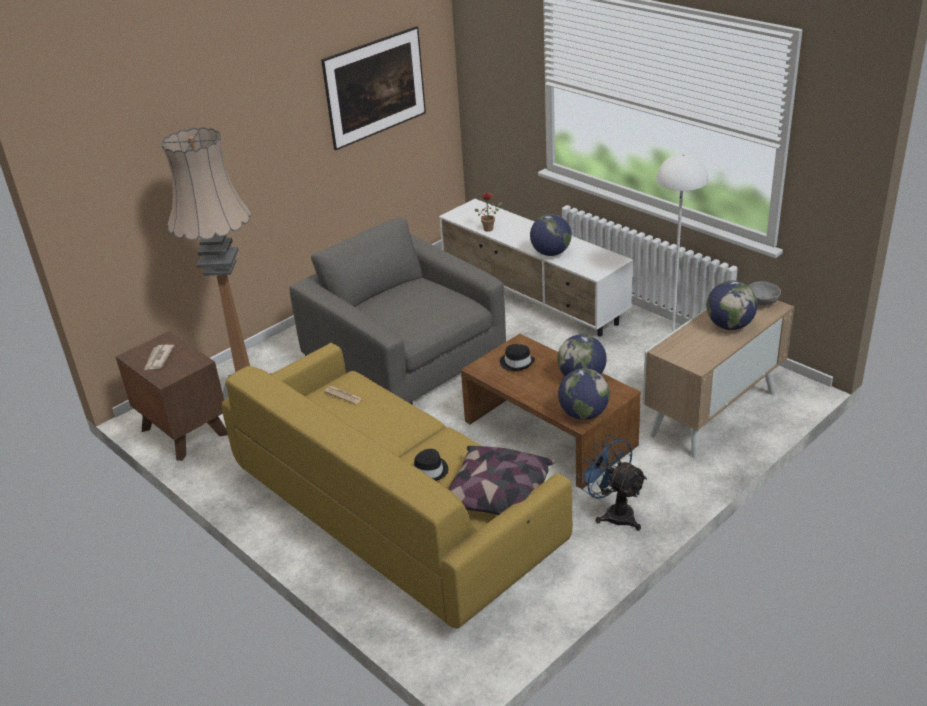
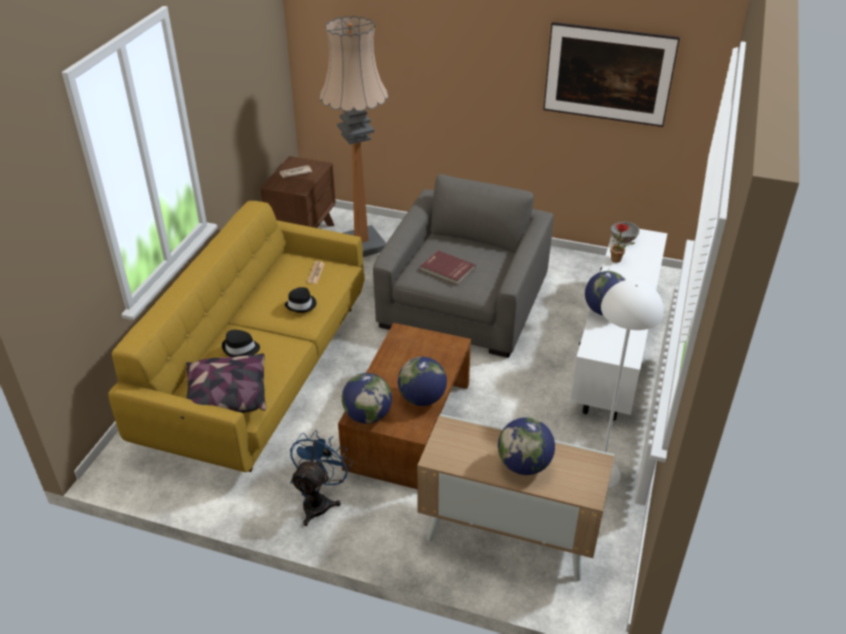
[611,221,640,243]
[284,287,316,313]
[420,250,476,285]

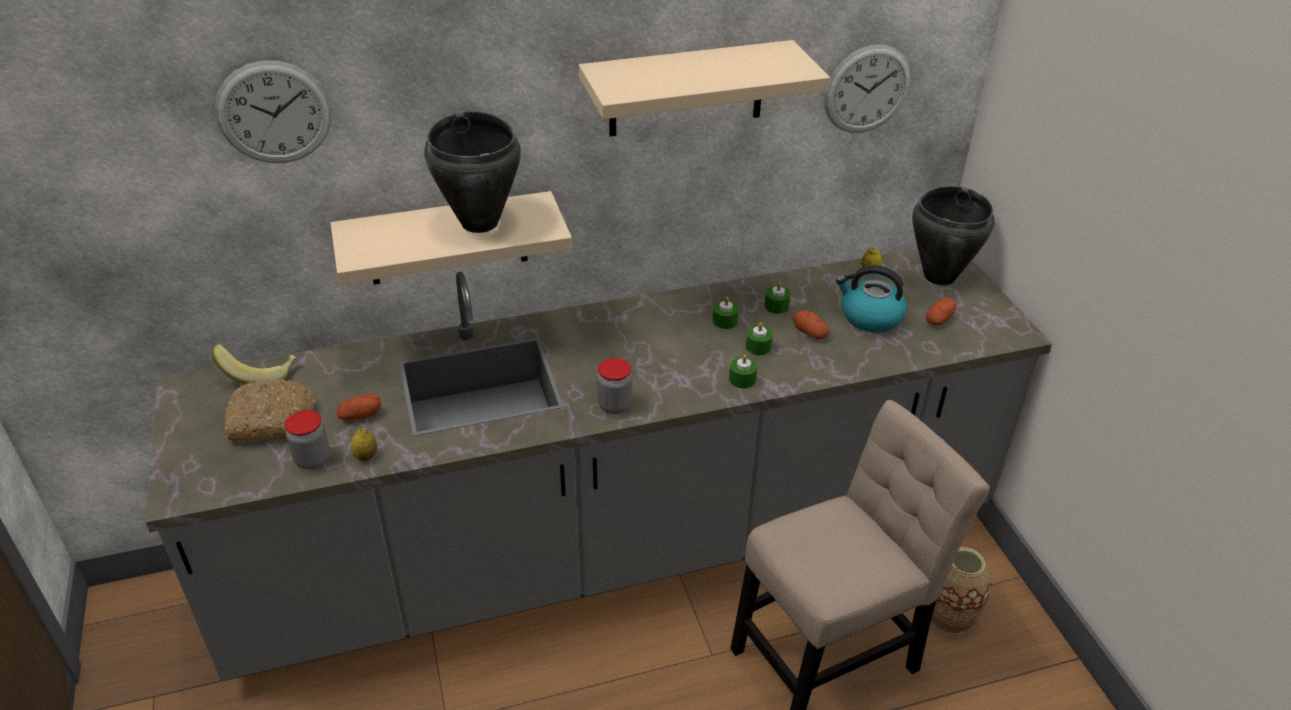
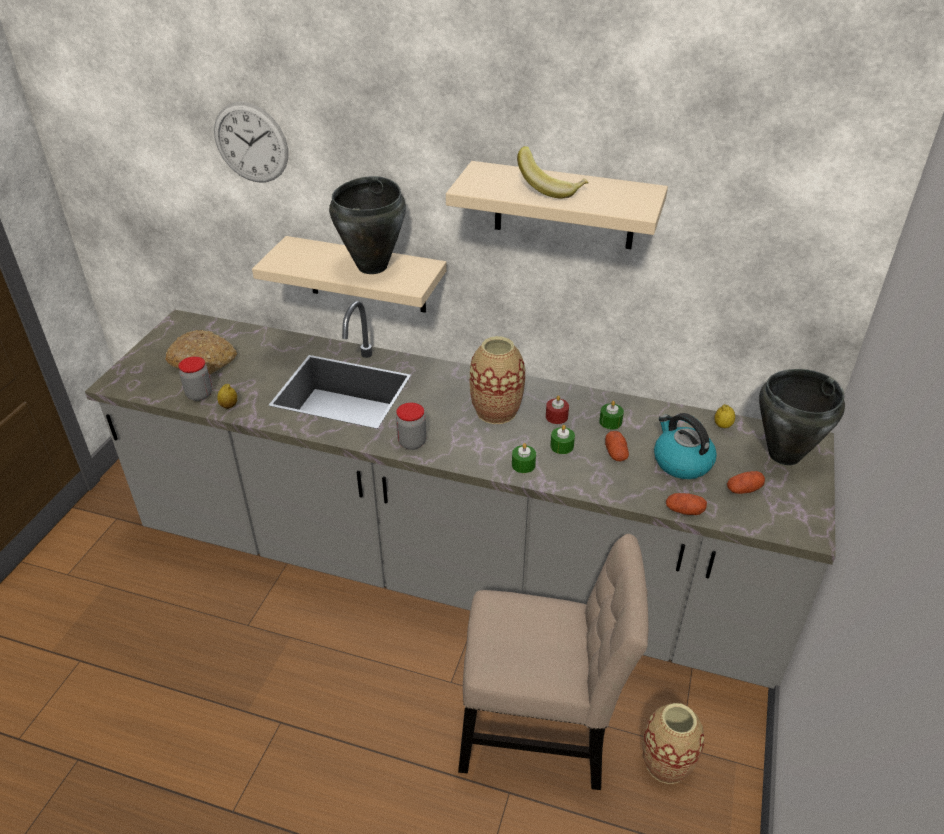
[824,45,911,133] (first image)
[546,395,569,424]
[517,146,588,199]
[666,493,707,515]
[470,336,525,424]

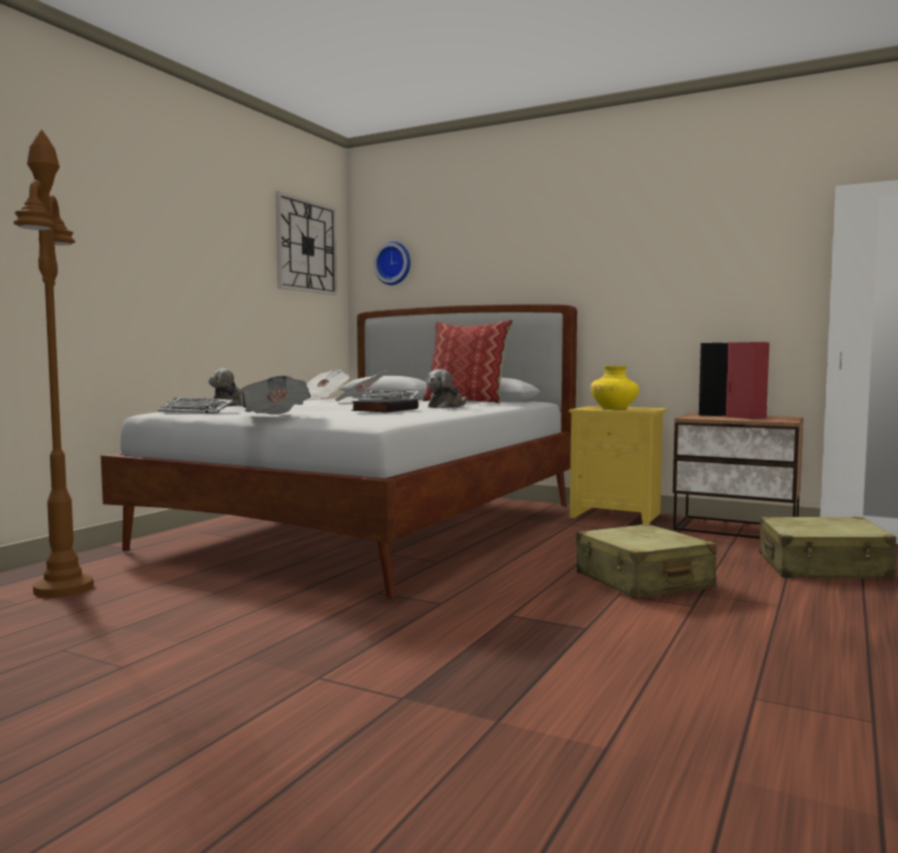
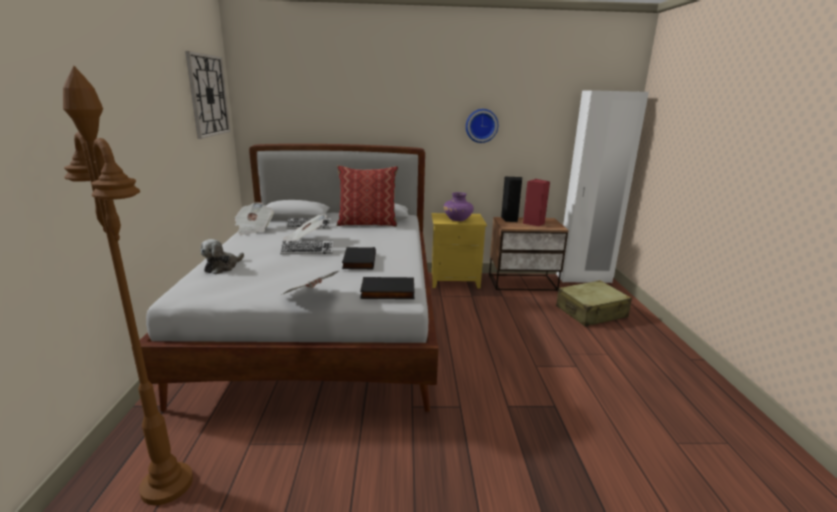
[466,109,498,143]
[444,192,474,221]
[426,369,467,408] (first image)
[280,241,334,254]
[576,524,717,599] (first image)
[360,277,415,299]

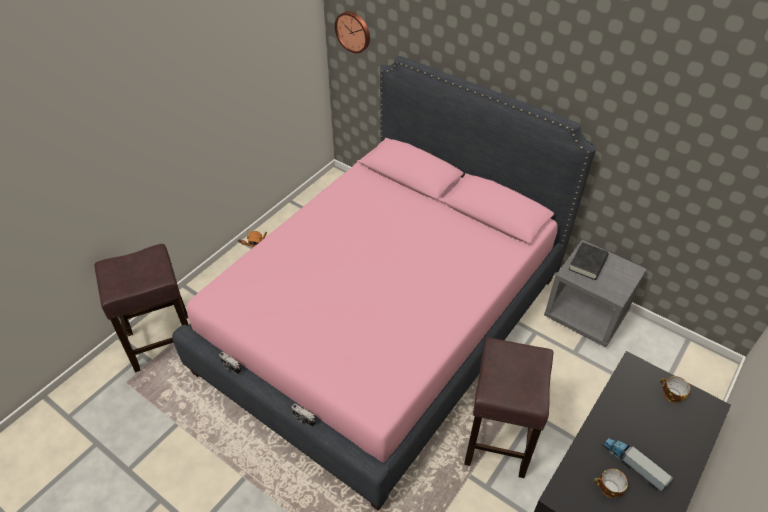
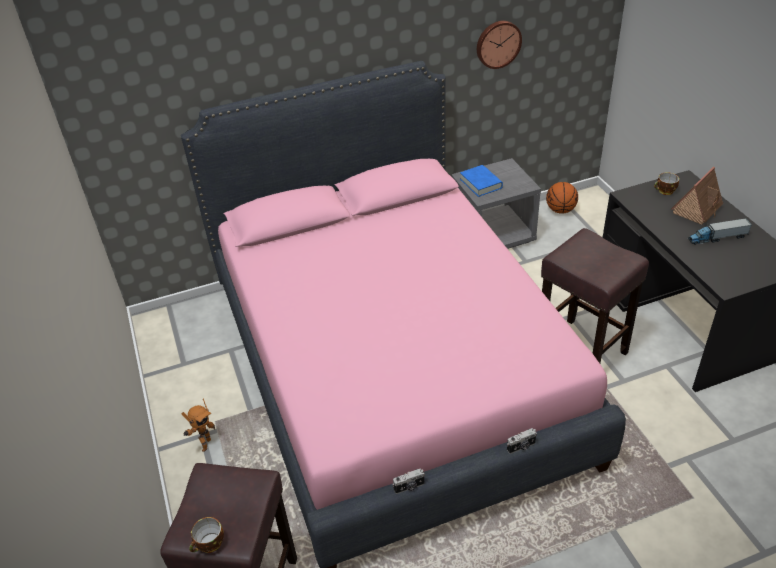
[477,21,522,69]
[460,165,503,197]
[189,517,224,553]
[671,167,723,225]
[546,182,578,213]

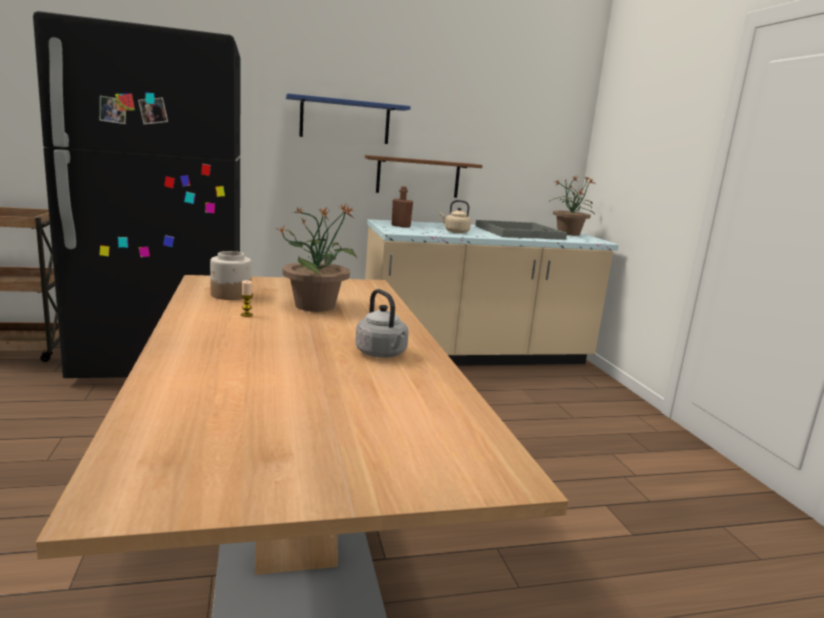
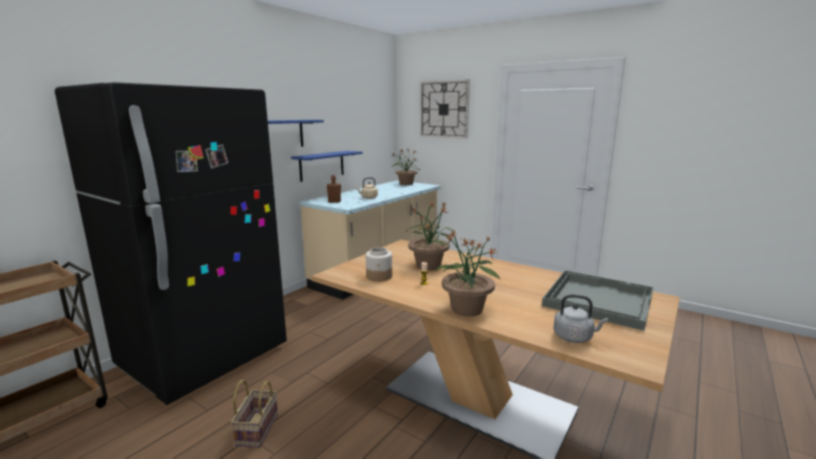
[291,151,363,182]
[542,270,653,331]
[553,294,608,343]
[420,79,470,139]
[436,230,502,317]
[231,380,278,447]

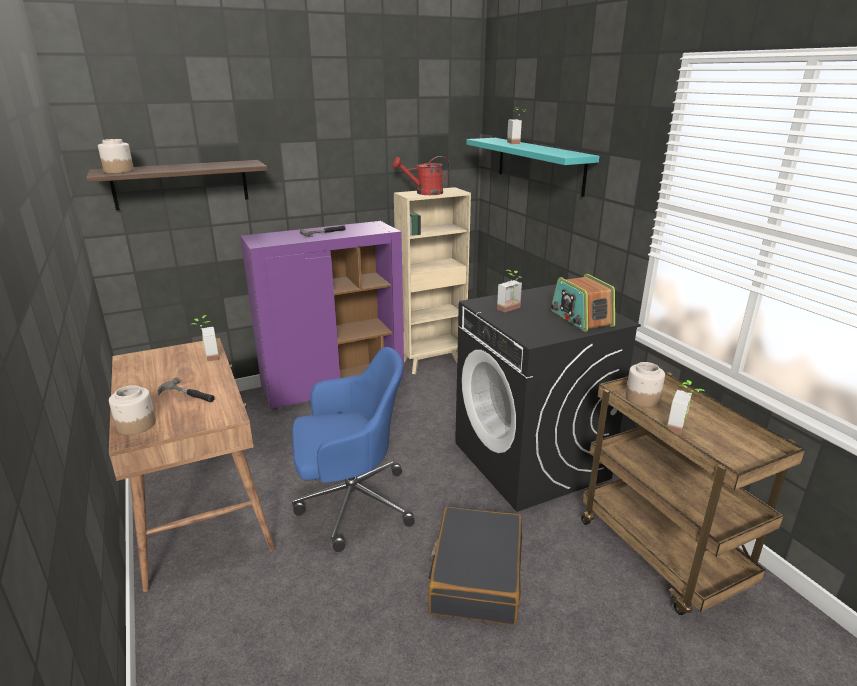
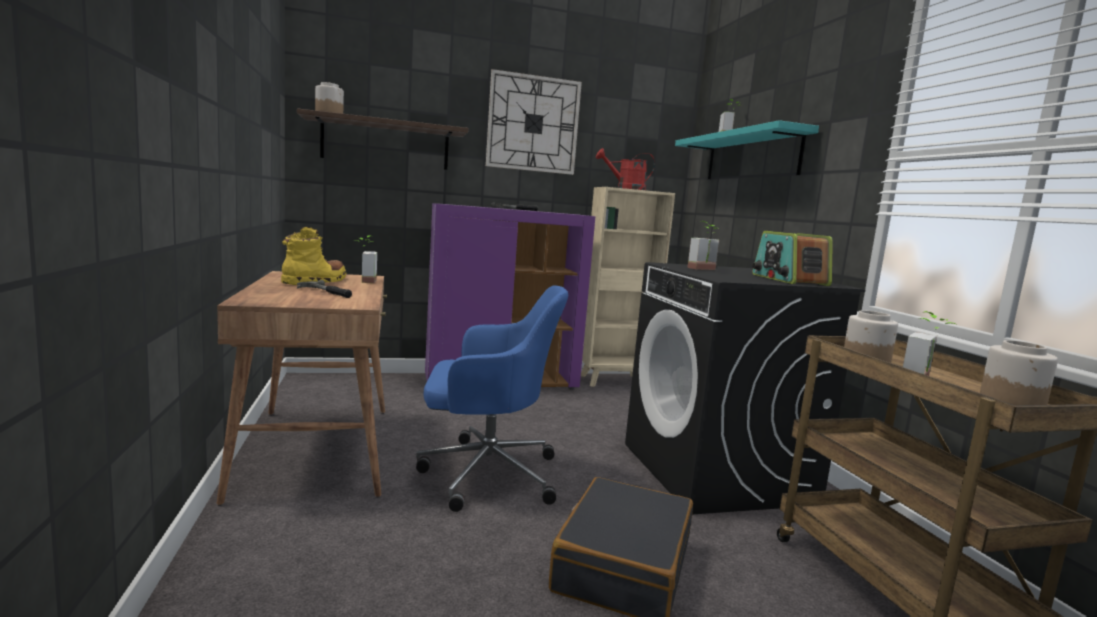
[980,340,1058,405]
[486,69,582,175]
[281,227,346,285]

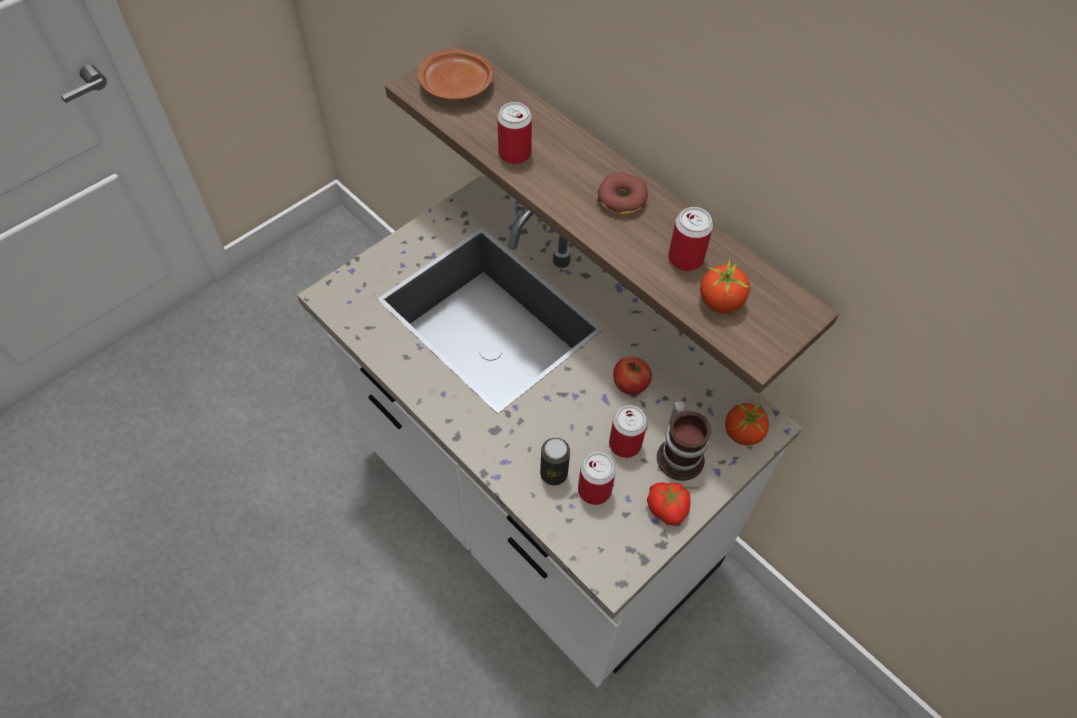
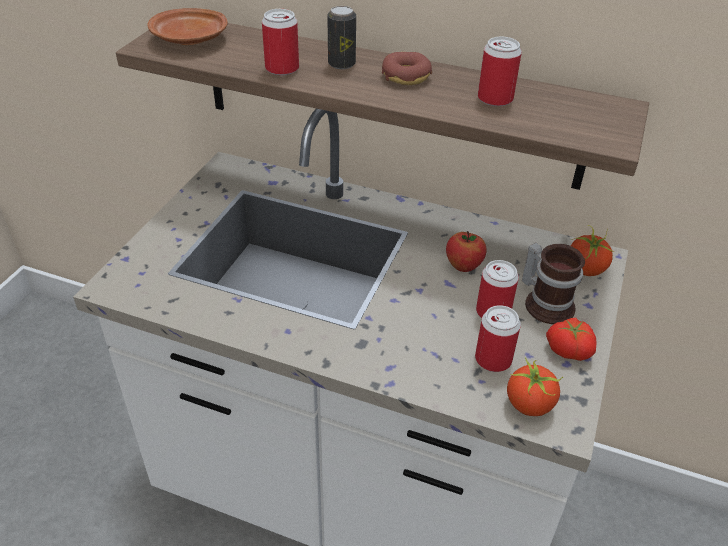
[507,357,564,416]
[327,6,356,69]

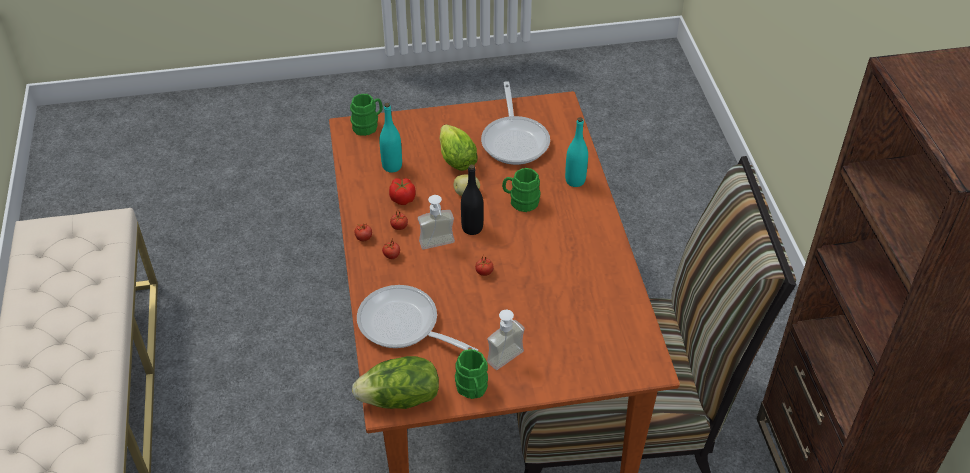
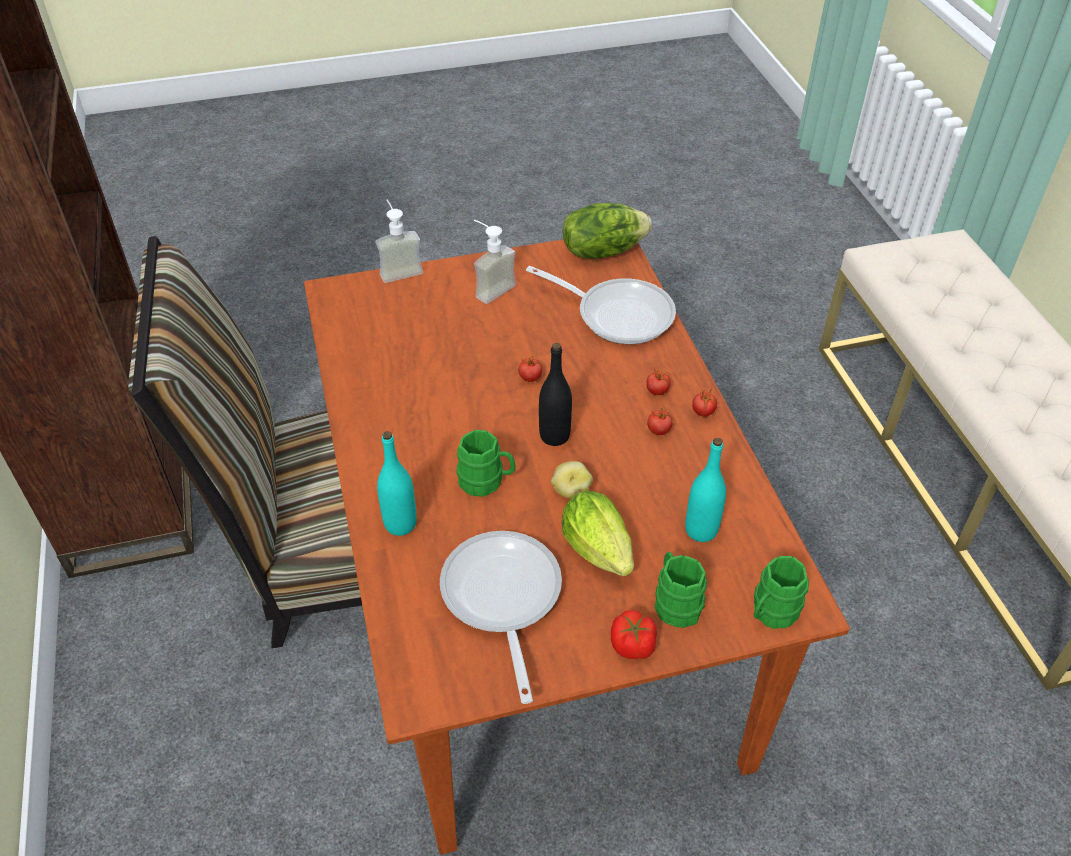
[611,610,657,659]
[376,200,423,283]
[655,552,707,628]

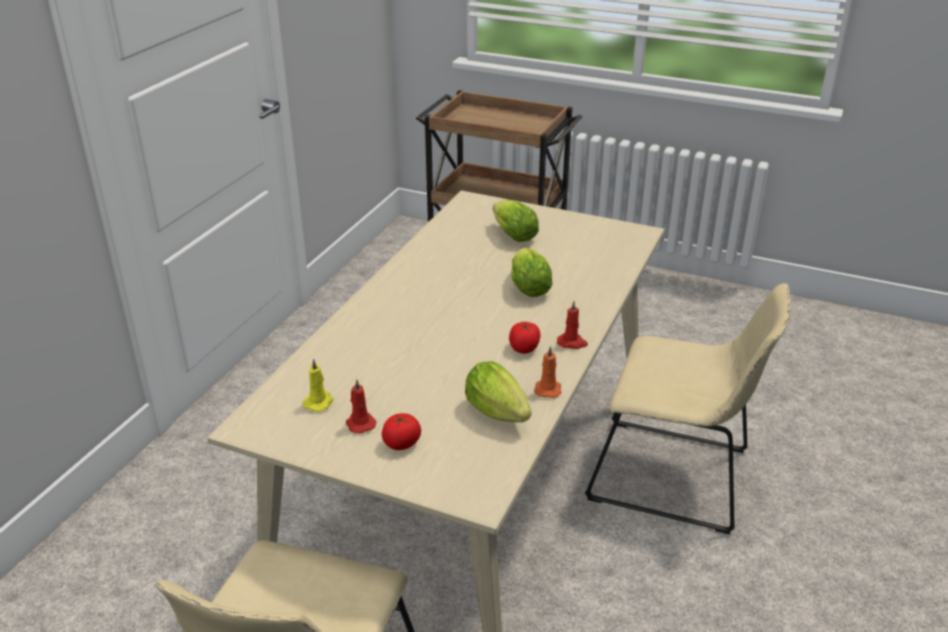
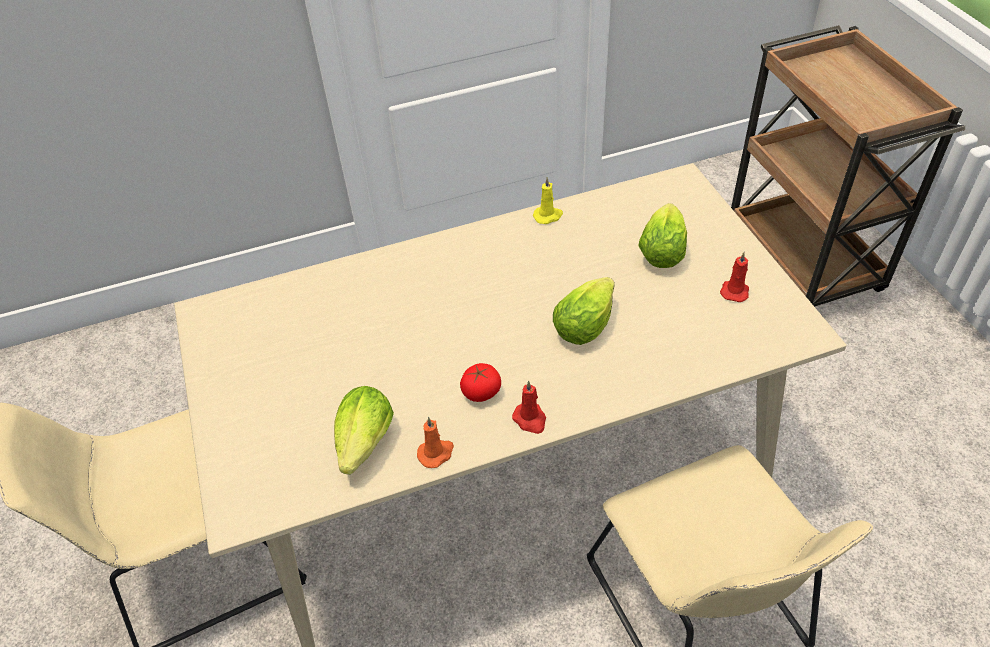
[533,177,563,224]
[720,252,749,302]
[382,413,421,450] (first image)

